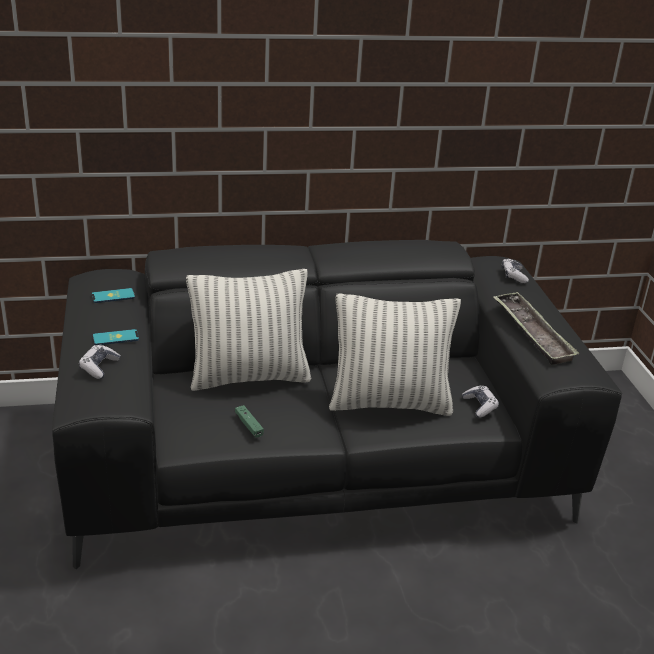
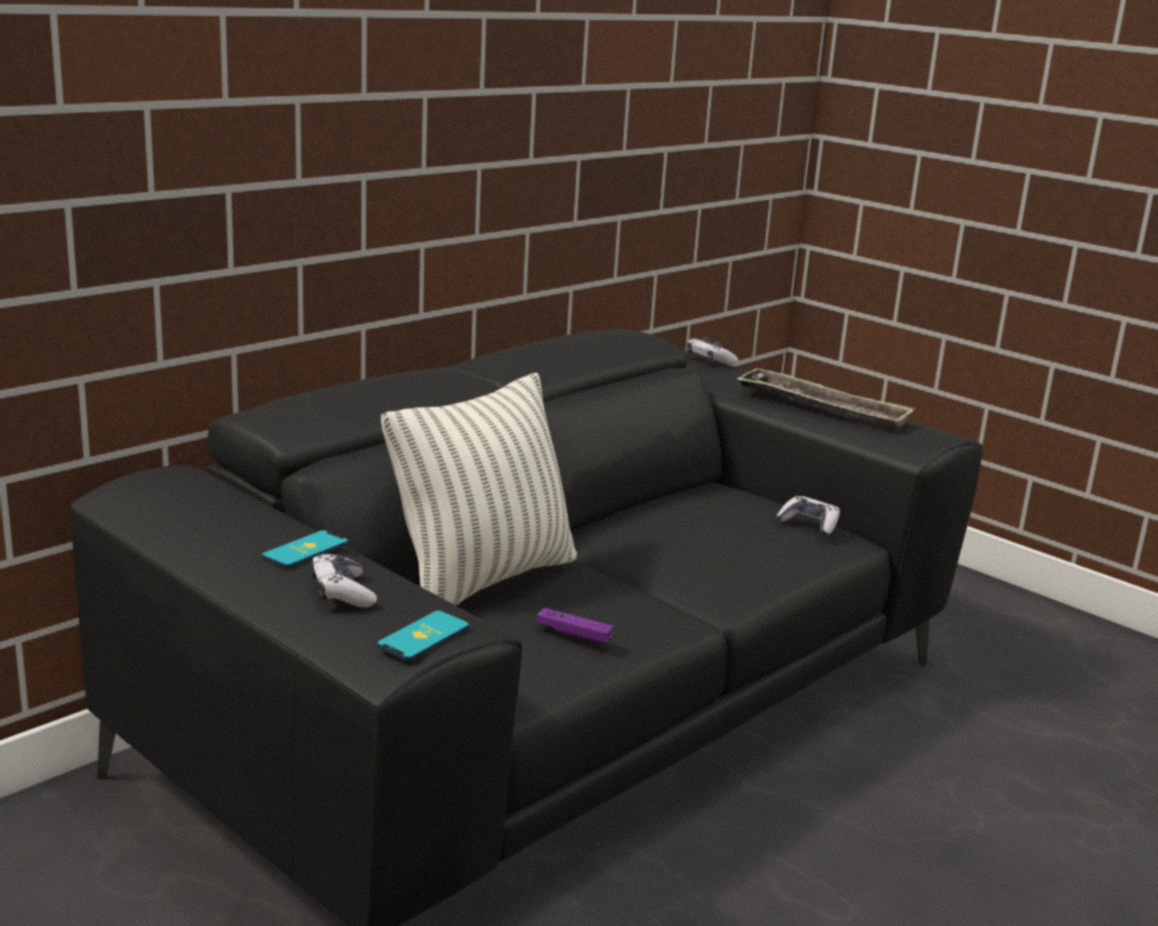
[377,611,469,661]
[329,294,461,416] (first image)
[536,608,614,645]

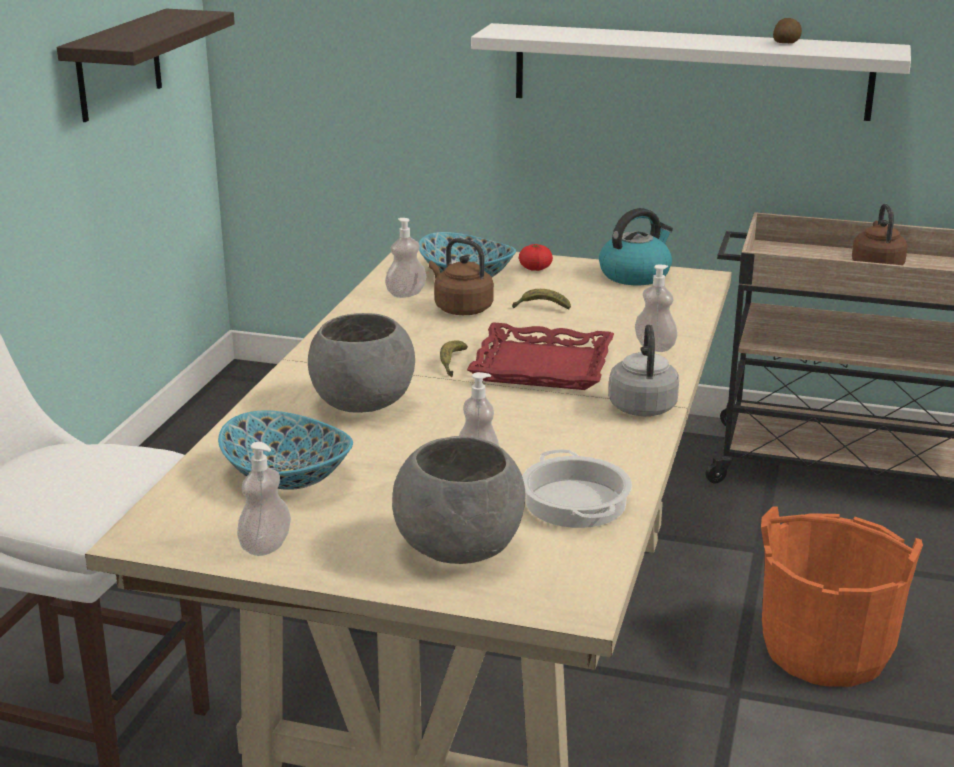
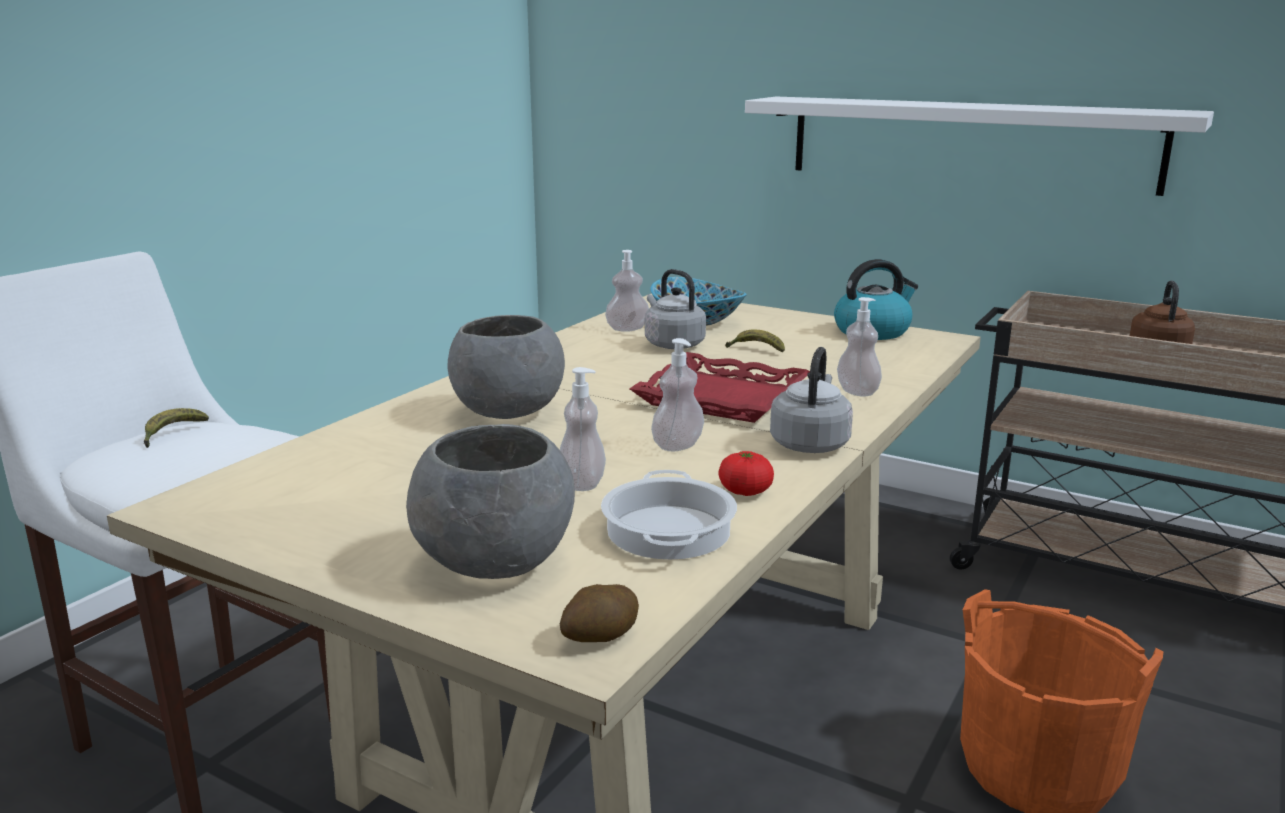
[57,9,235,122] (first image)
[560,584,639,642]
[645,269,706,349]
[719,451,774,496]
[144,408,209,448]
[218,411,353,490] (first image)
[651,338,704,452]

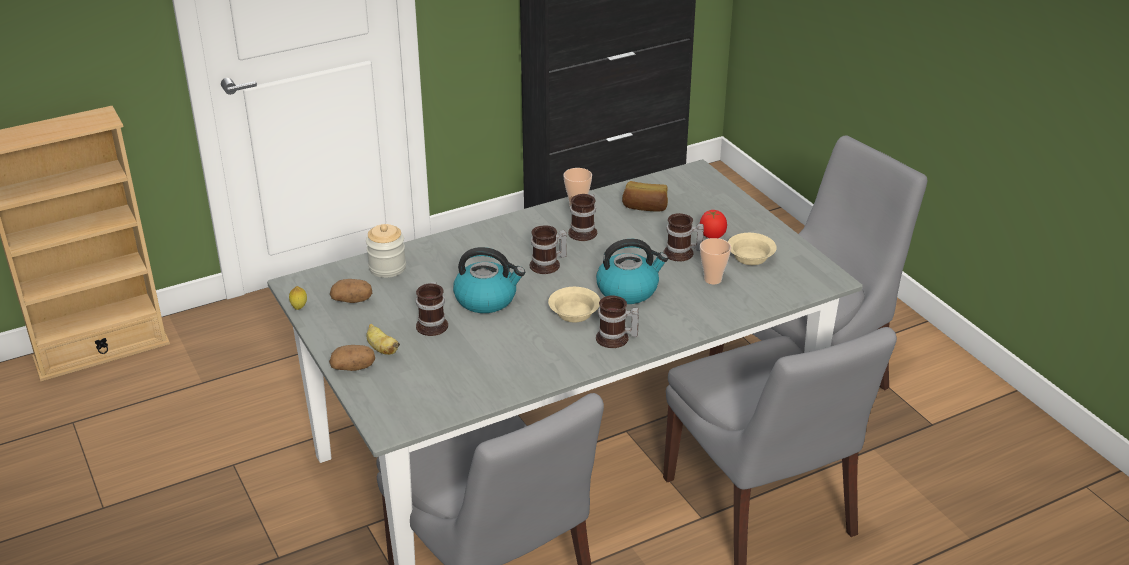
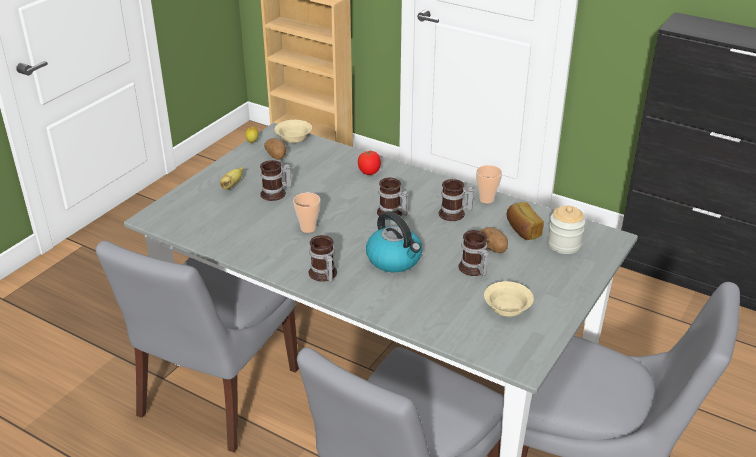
[358,150,381,175]
[548,206,585,254]
[293,193,321,233]
[453,247,525,313] (first image)
[275,120,312,143]
[480,227,508,253]

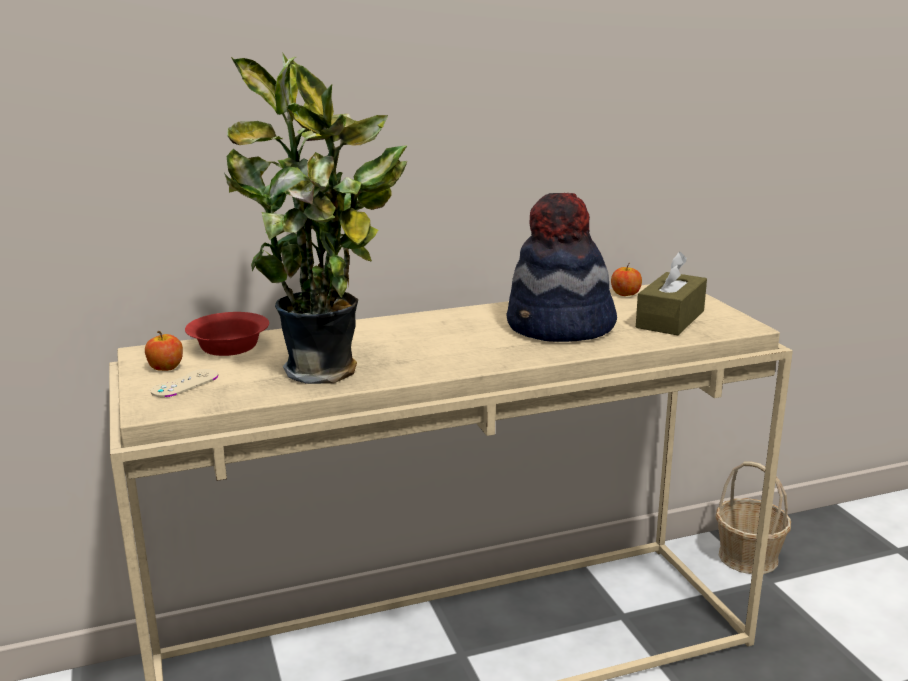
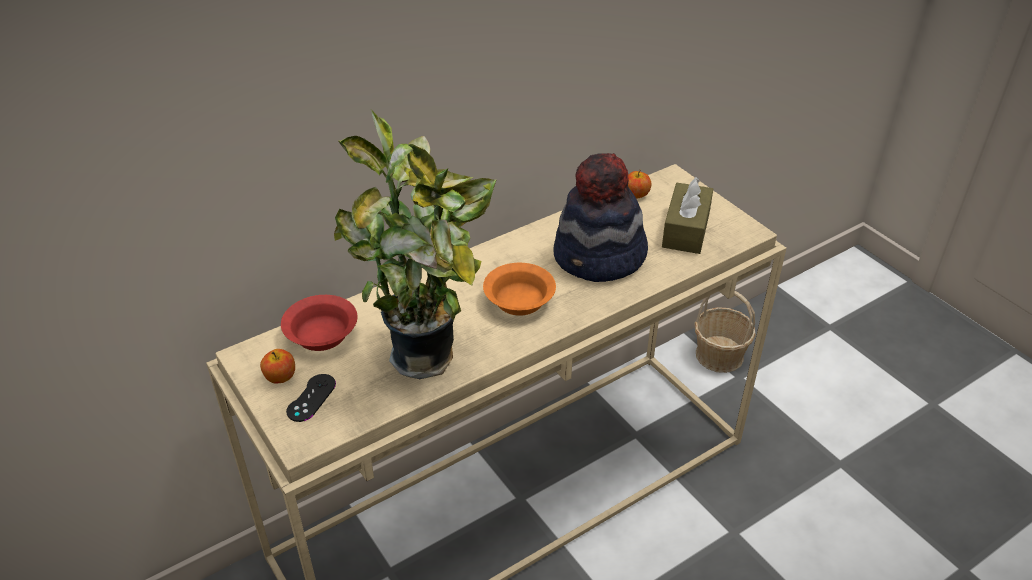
[286,374,336,422]
[483,263,556,316]

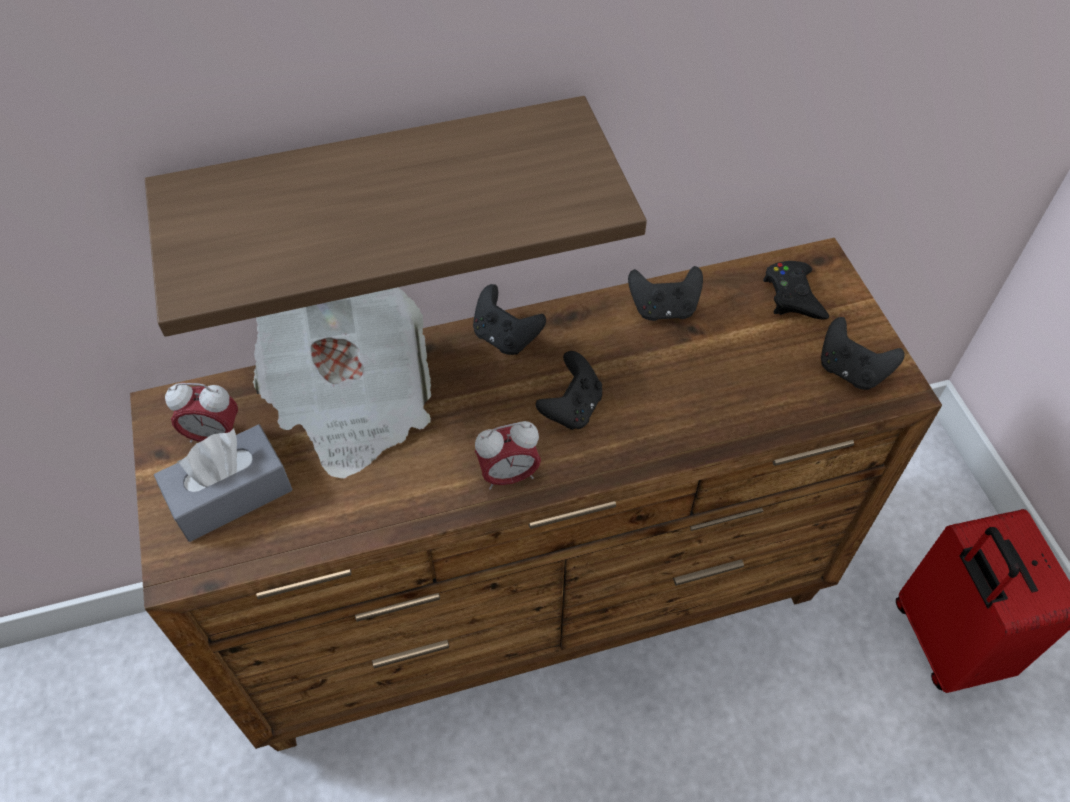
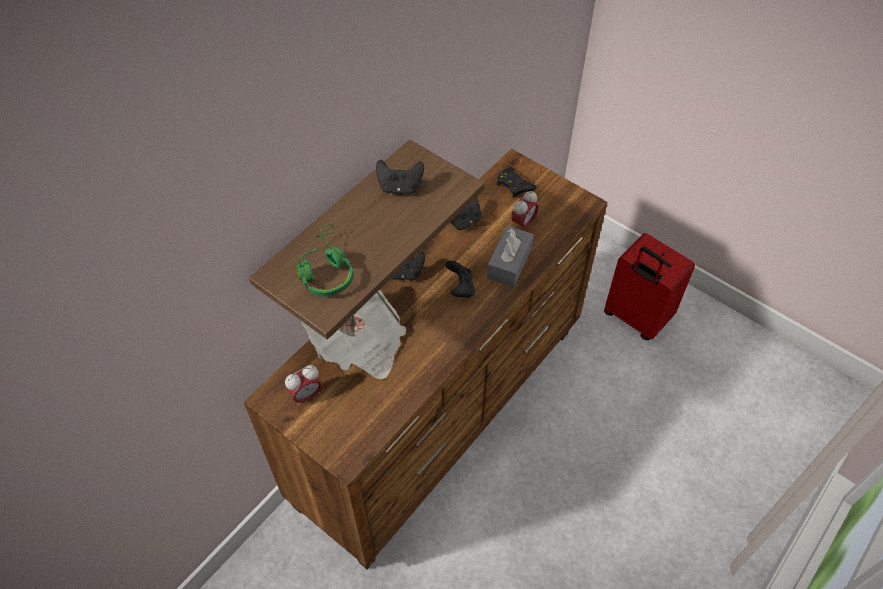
[376,159,424,194]
[511,191,539,230]
[487,226,534,287]
[296,224,353,297]

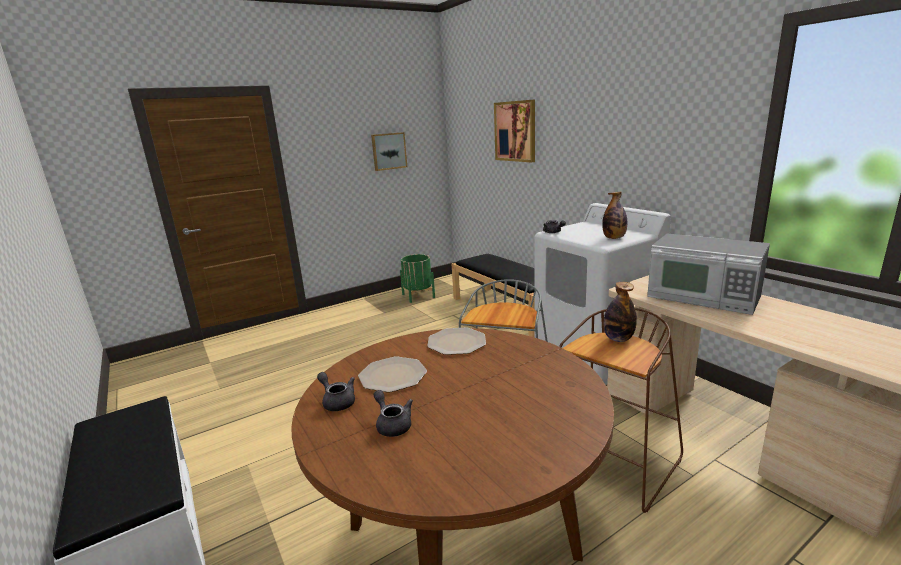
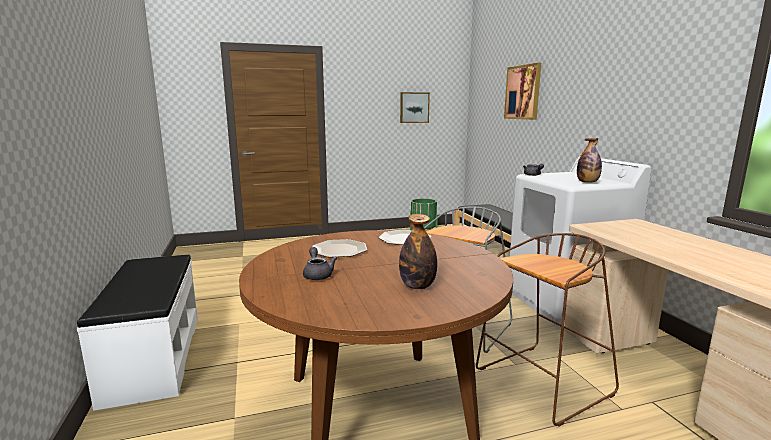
[647,234,770,315] (first image)
[399,214,437,289]
[317,372,355,411] (first image)

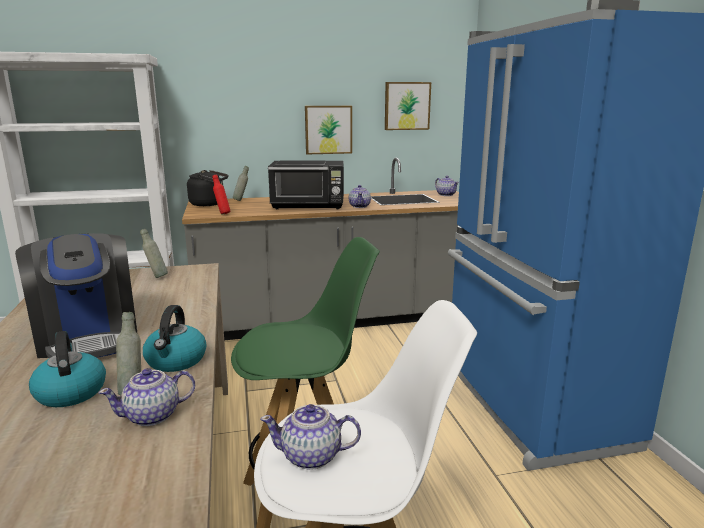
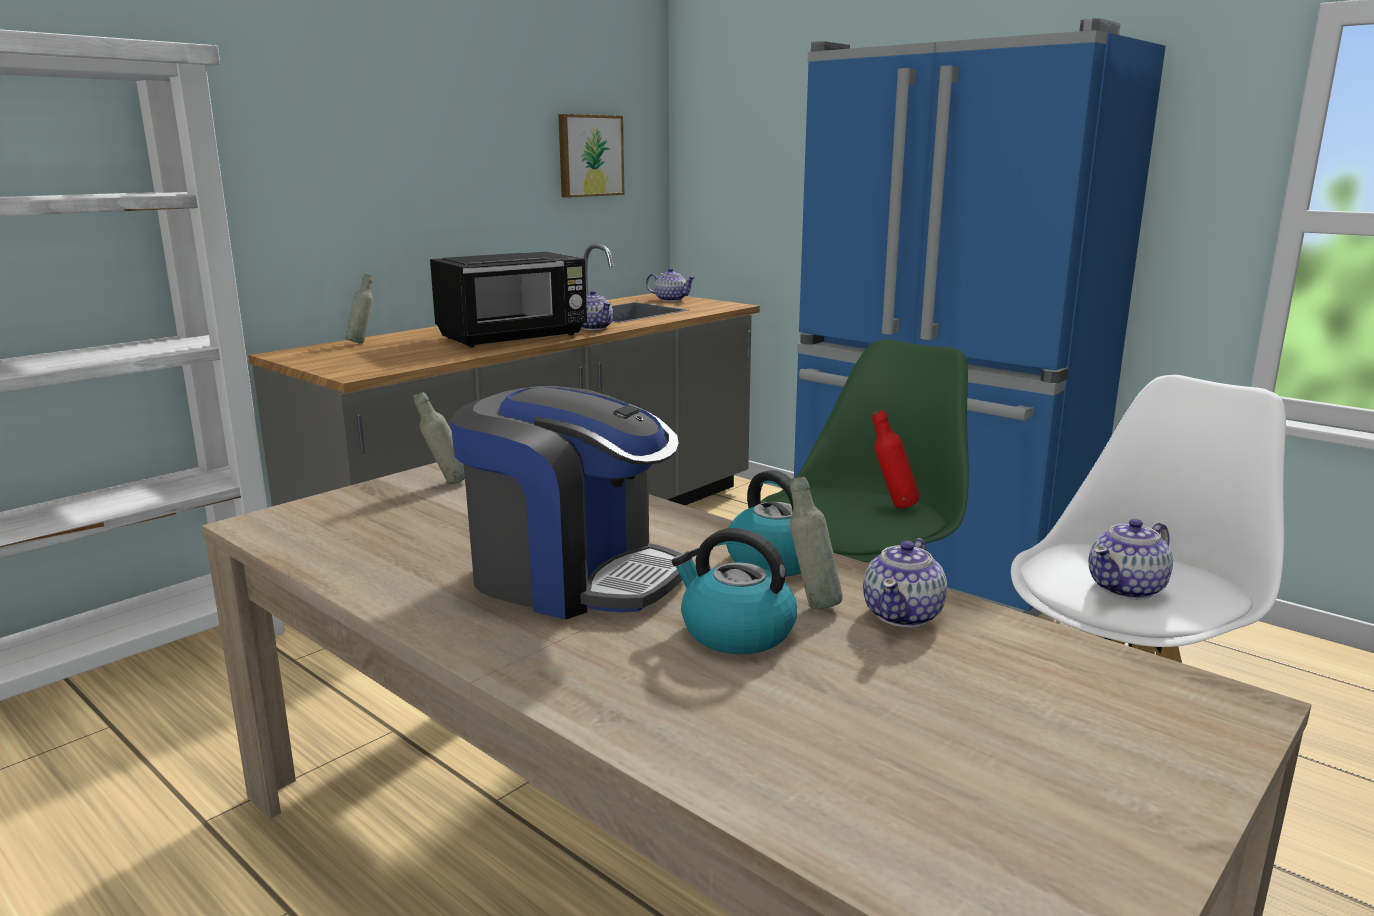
[305,106,352,154] (first image)
[187,170,228,206] (first image)
[872,410,919,509]

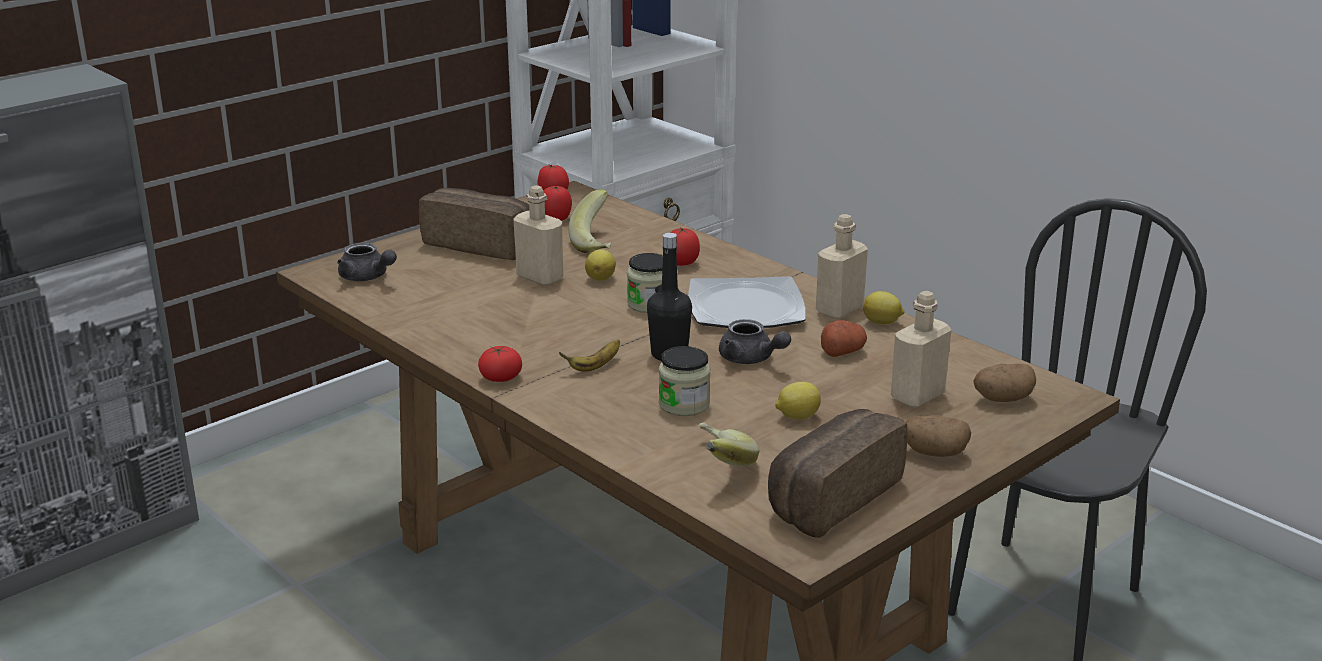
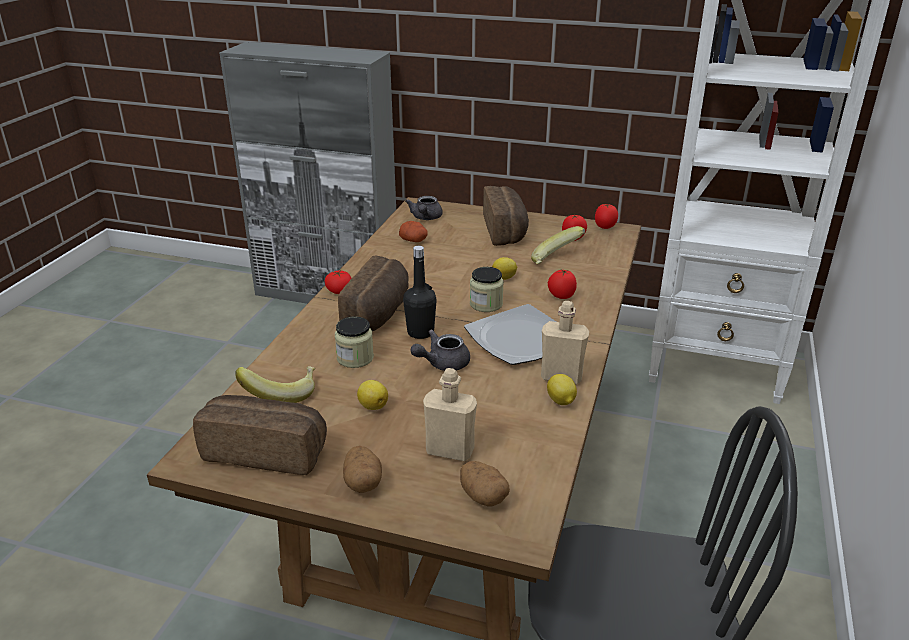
[513,186,563,286] (first image)
[411,329,470,371]
[399,221,428,242]
[338,256,409,331]

